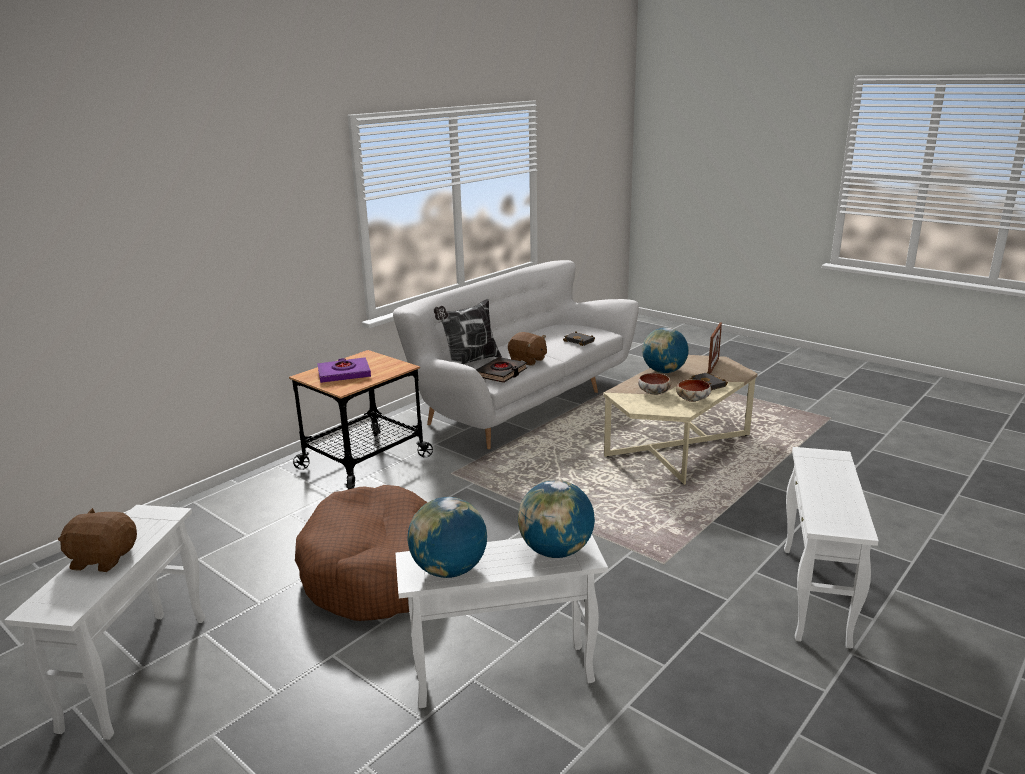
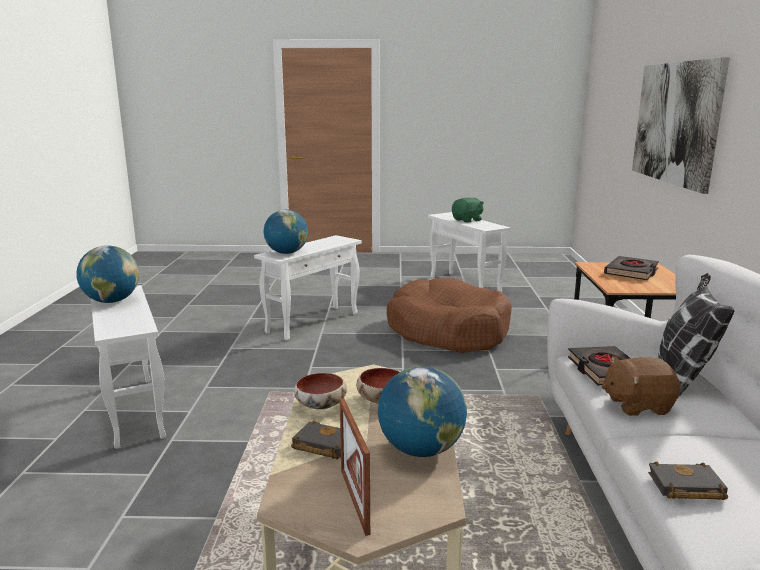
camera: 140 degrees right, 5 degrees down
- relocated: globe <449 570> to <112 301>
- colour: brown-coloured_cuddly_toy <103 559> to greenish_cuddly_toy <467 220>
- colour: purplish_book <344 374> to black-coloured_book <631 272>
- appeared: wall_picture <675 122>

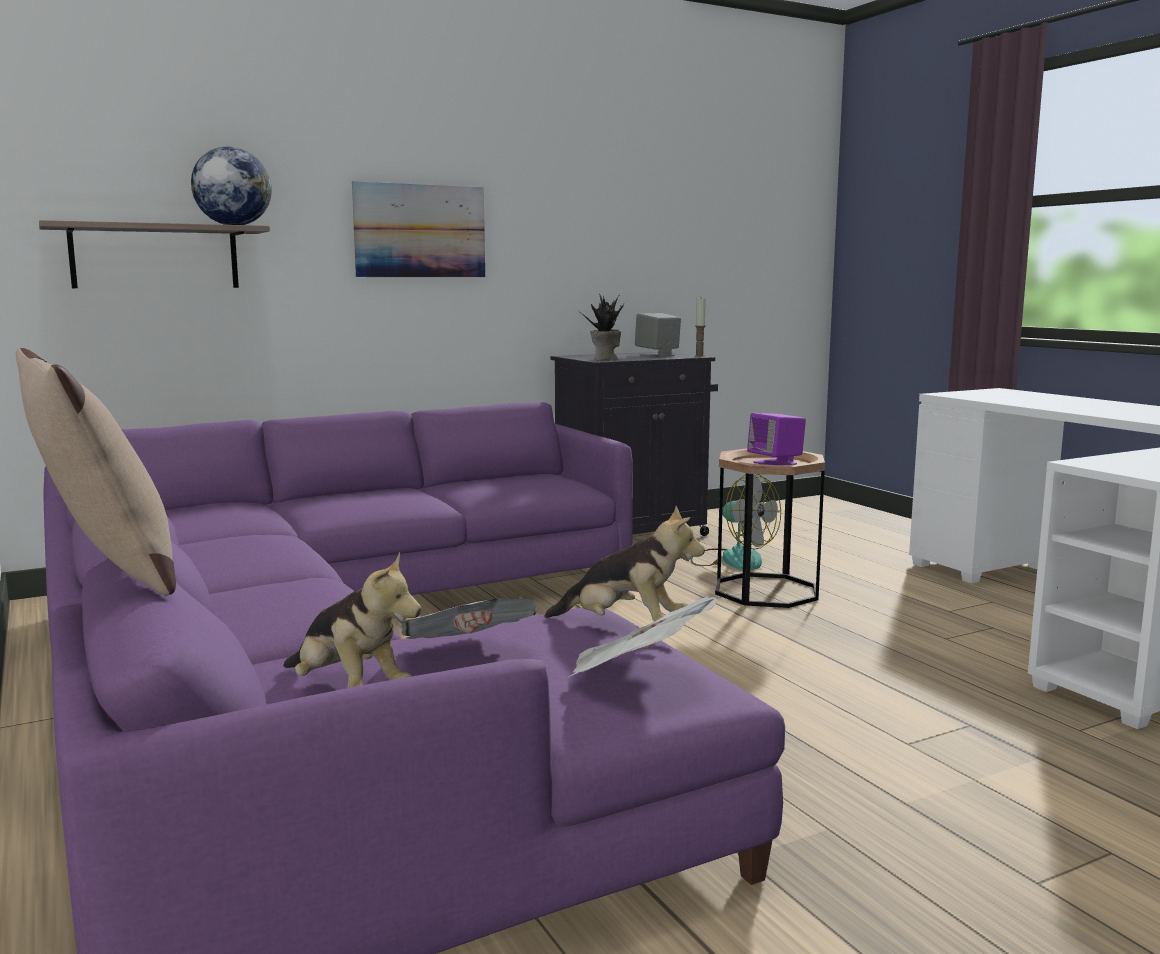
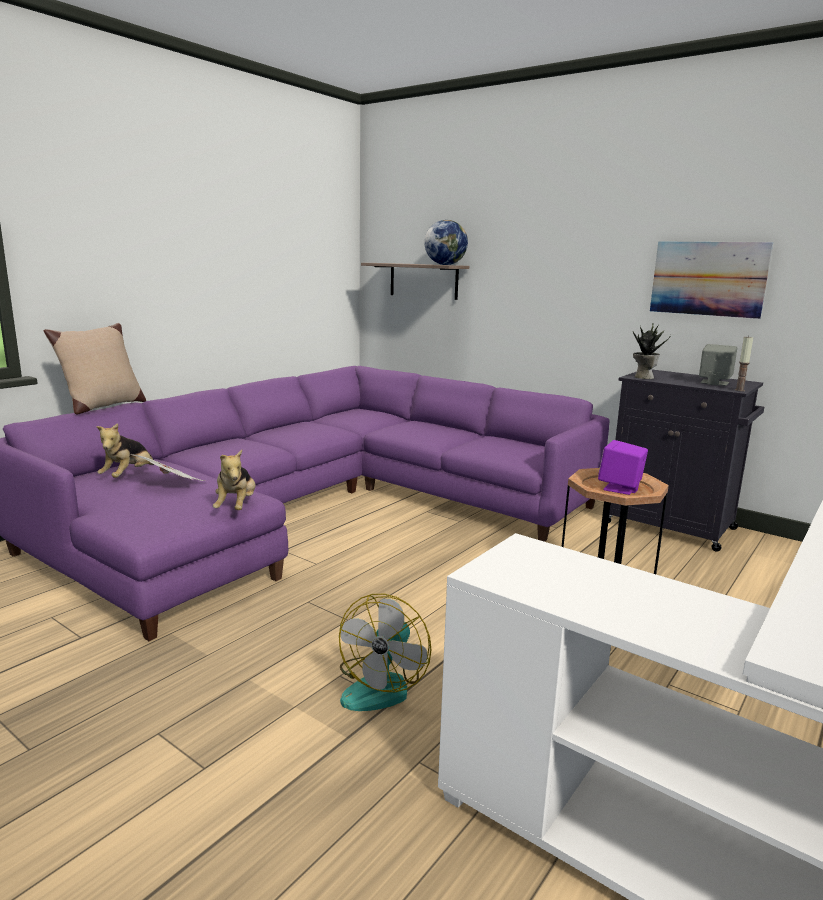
camera: 65 degrees right, 5 degrees up
- relocated: fan <732 559> to <382 685>
- relocated: wall_picture <420 231> to <708 278>
- missing: printed_paper <637 674>

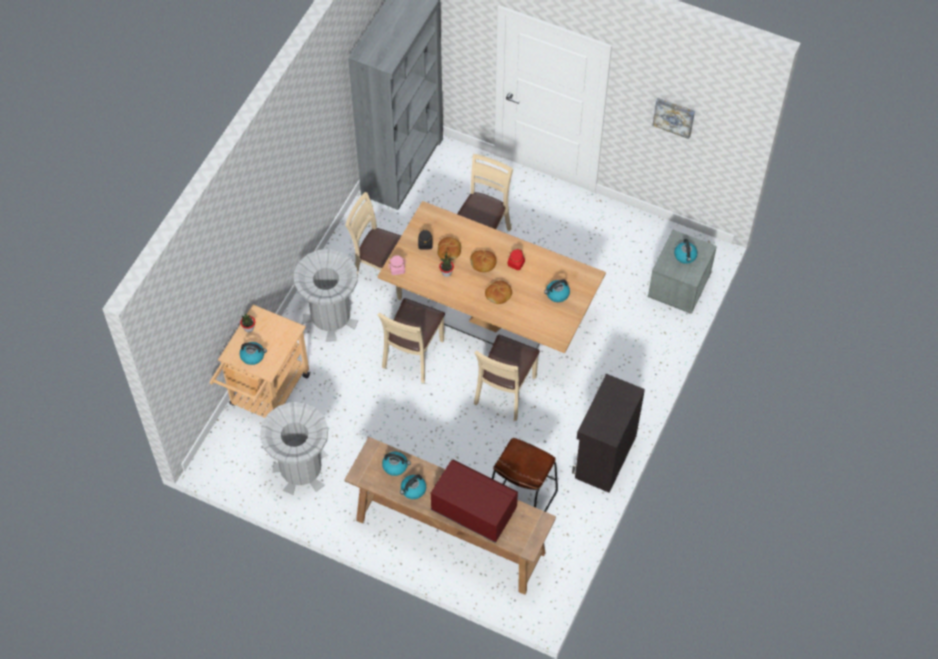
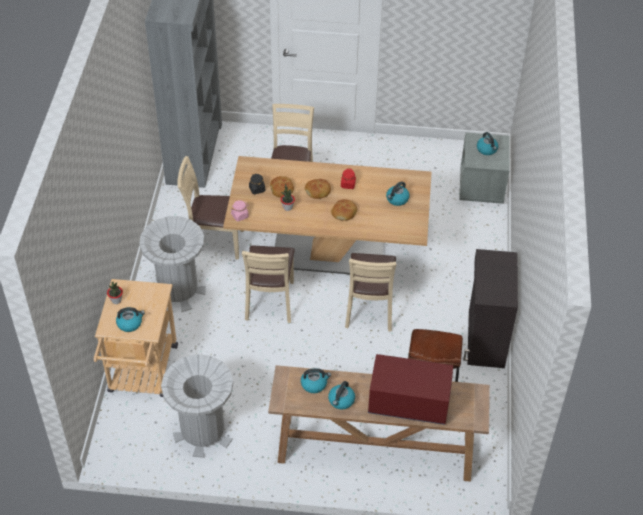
camera: 20 degrees left, 10 degrees down
- missing: wall_picture <674 116>

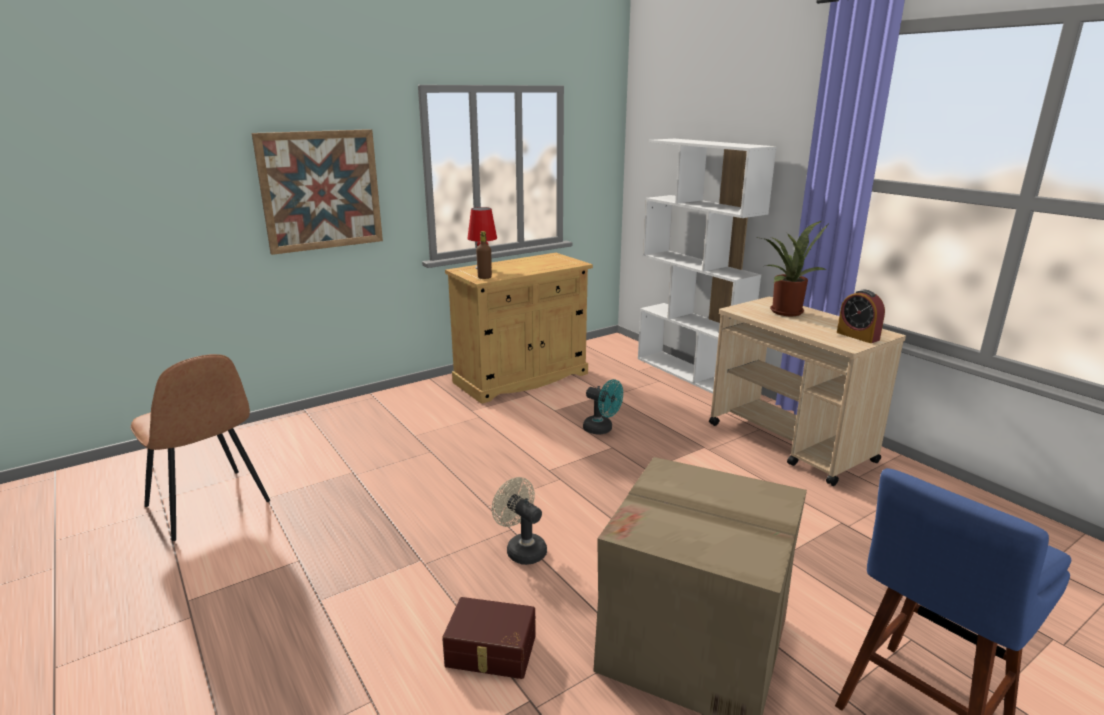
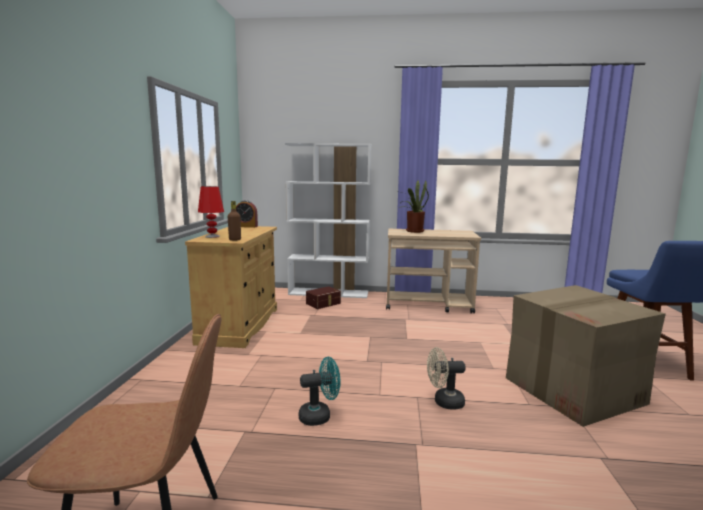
camera: 50 degrees left, 10 degrees down
- relocated: bedside_clock <857 336> to <246 226>
- relocated: turquoise_fan <602 429> to <320 416>
- relocated: brown-coloured_storage_box <490 652> to <323 303>
- missing: wall_picture <321 190>

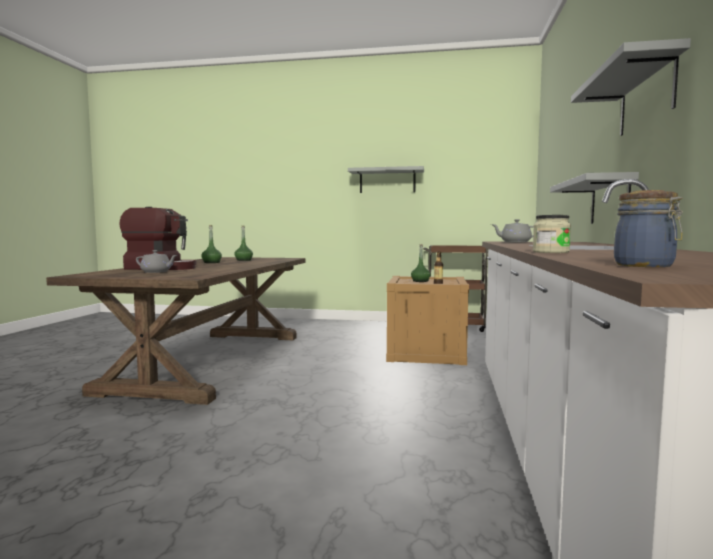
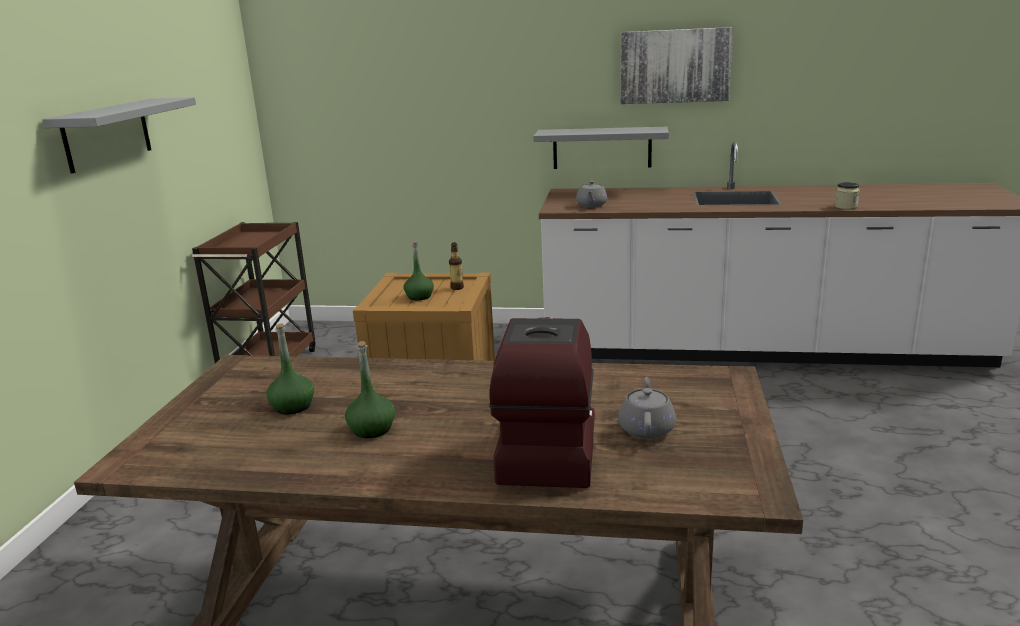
camera: 90 degrees left, 15 degrees up
- exchanged: grey_bracket_shelf <646 97> to wall_picture <675 66>
- missing: storage_jar <646 265>

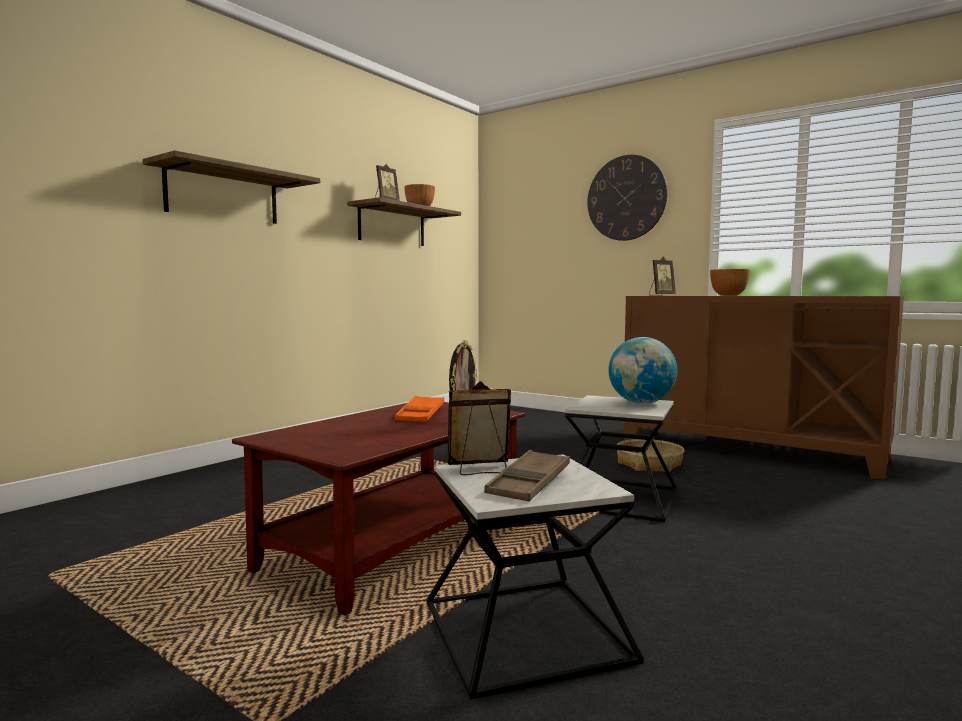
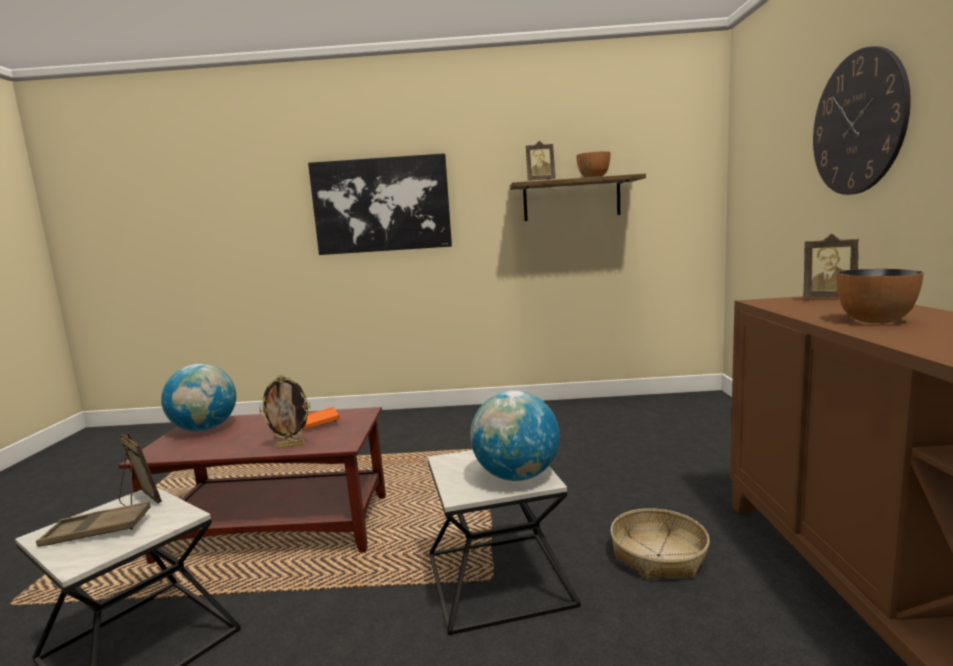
camera: 55 degrees right, 5 degrees up
- appeared: globe <205 429>
- exchanged: bracket_shelf <223 195> to wall_picture <381 205>

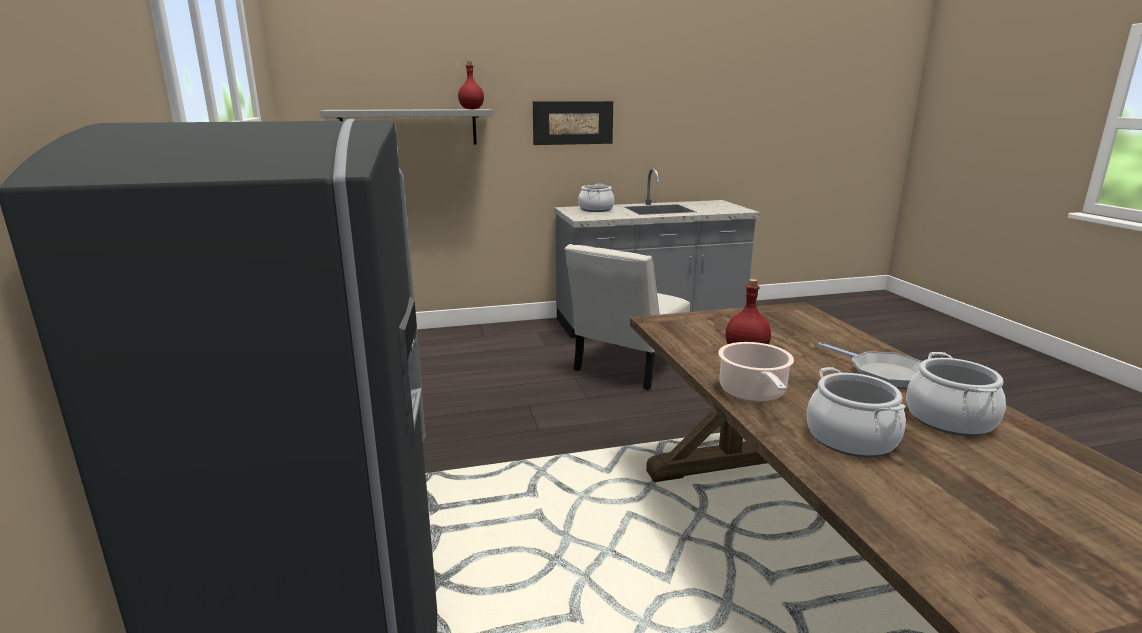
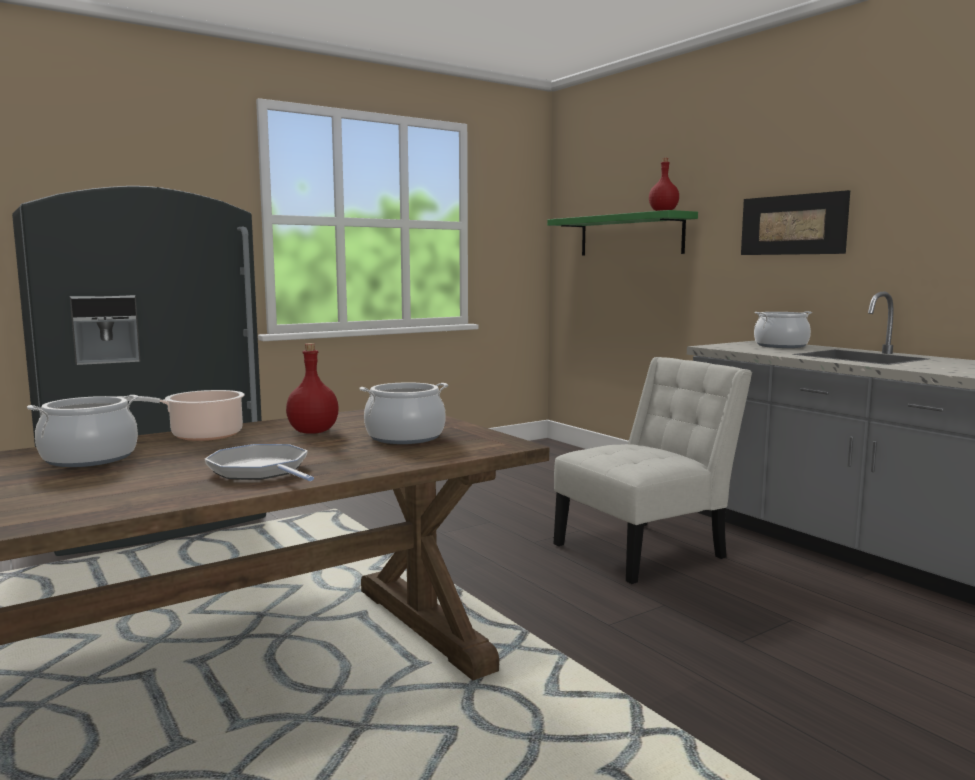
camera: 70 degrees right, 10 degrees down
- spun: pan <884 374> = <261 471> 105 degrees clockwise
- relocated: saucepot <949 419> to <405 437>
- colour: grey_bracket_shelf <409 127> to greenish_bracket_shelf <630 235>
- spun: white-coloured_chair <626 367> = <646 550> 135 degrees clockwise

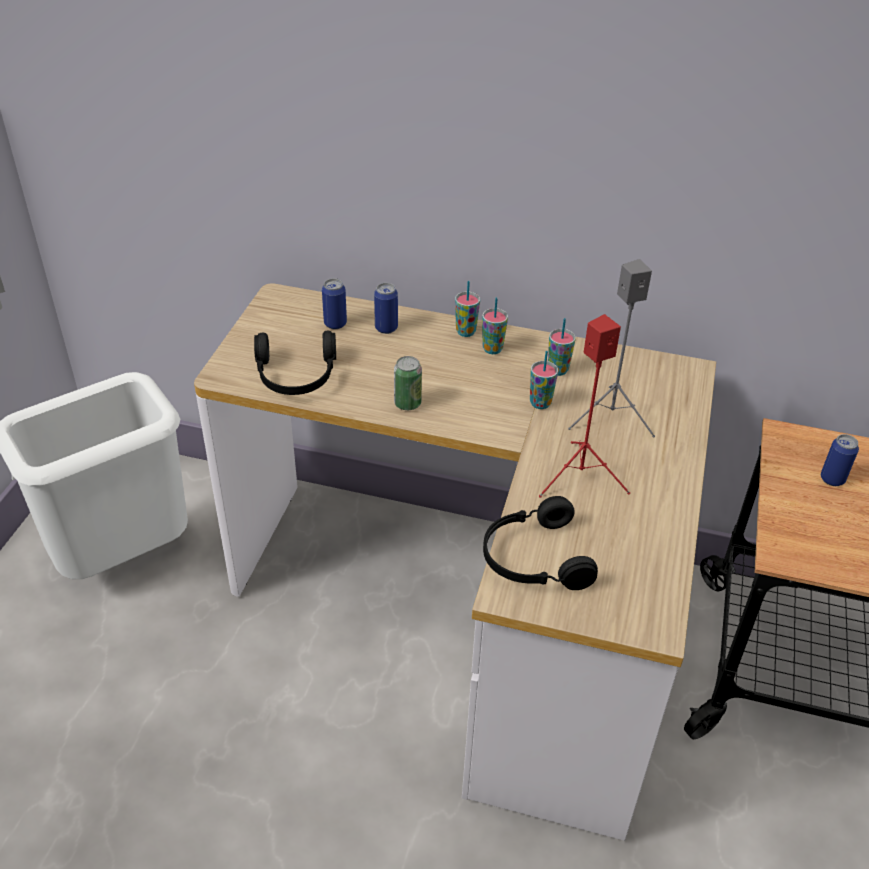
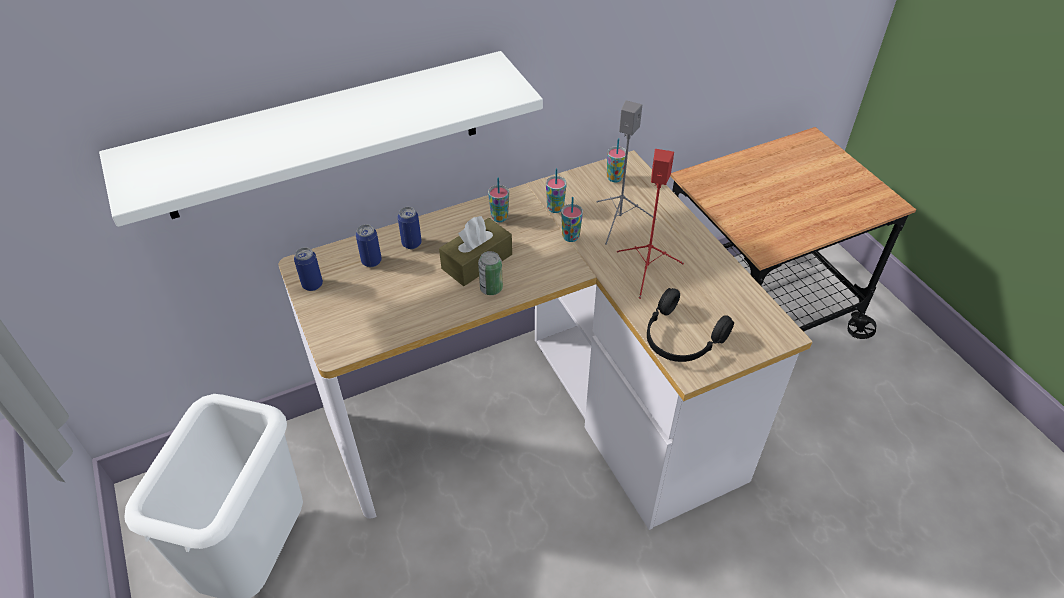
camera: 40 degrees left, 5 degrees up
- appeared: white-coloured_bracket_shelf <323 136>
- relocated: metal_can <832 479> to <312 284>
- appeared: brown-coloured_tissue_box <477 261>
- relocated: cup <465 332> to <614 178>
- missing: black-coloured_pair_of_headphones <296 376>

